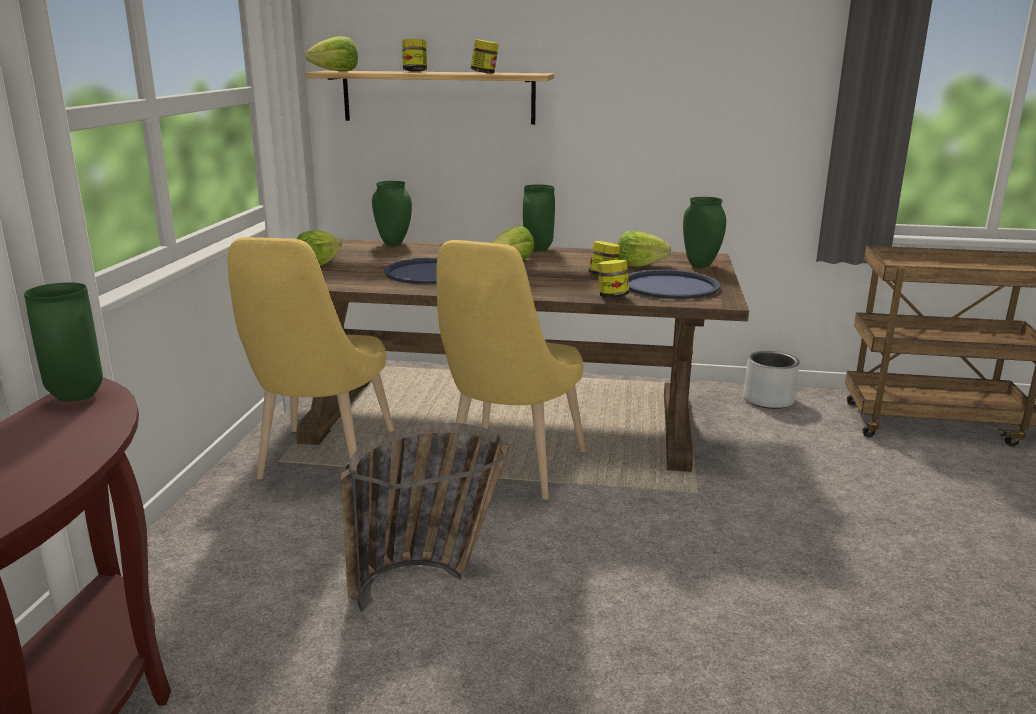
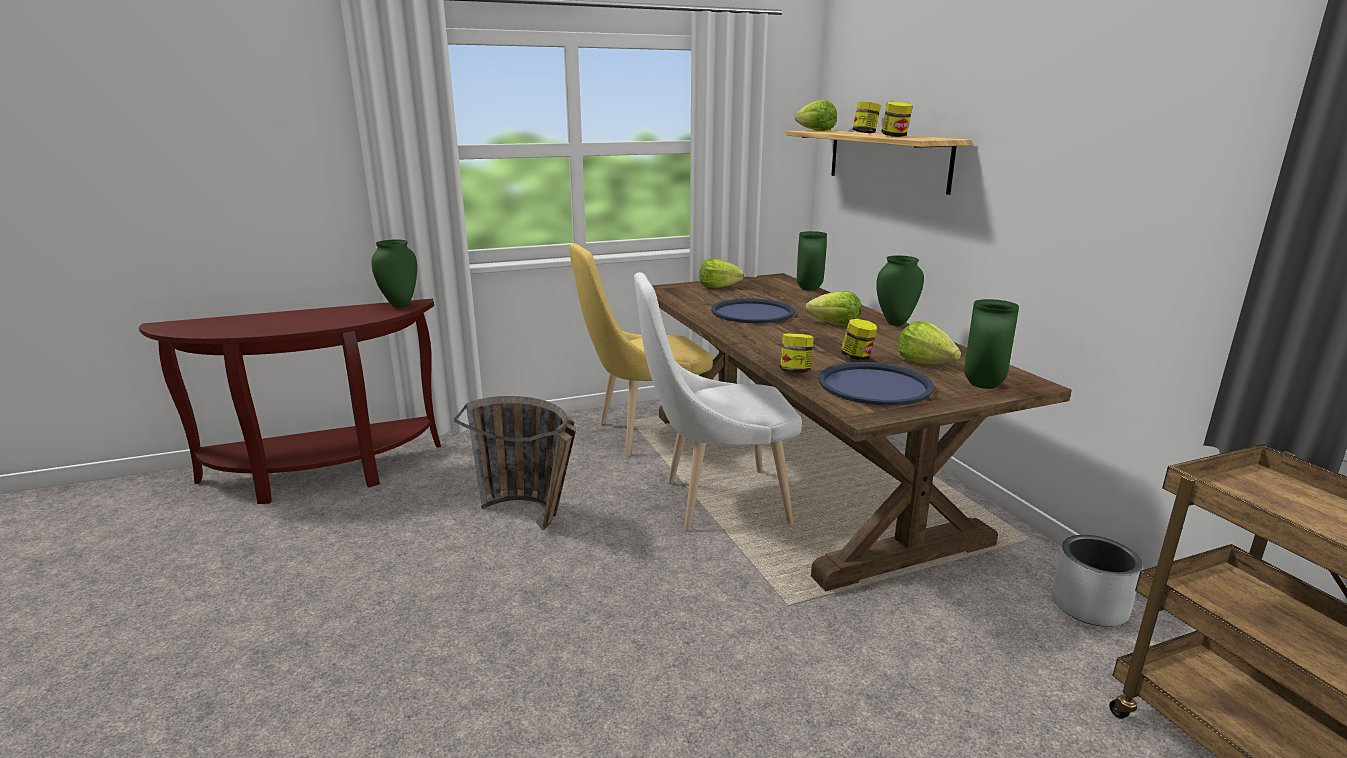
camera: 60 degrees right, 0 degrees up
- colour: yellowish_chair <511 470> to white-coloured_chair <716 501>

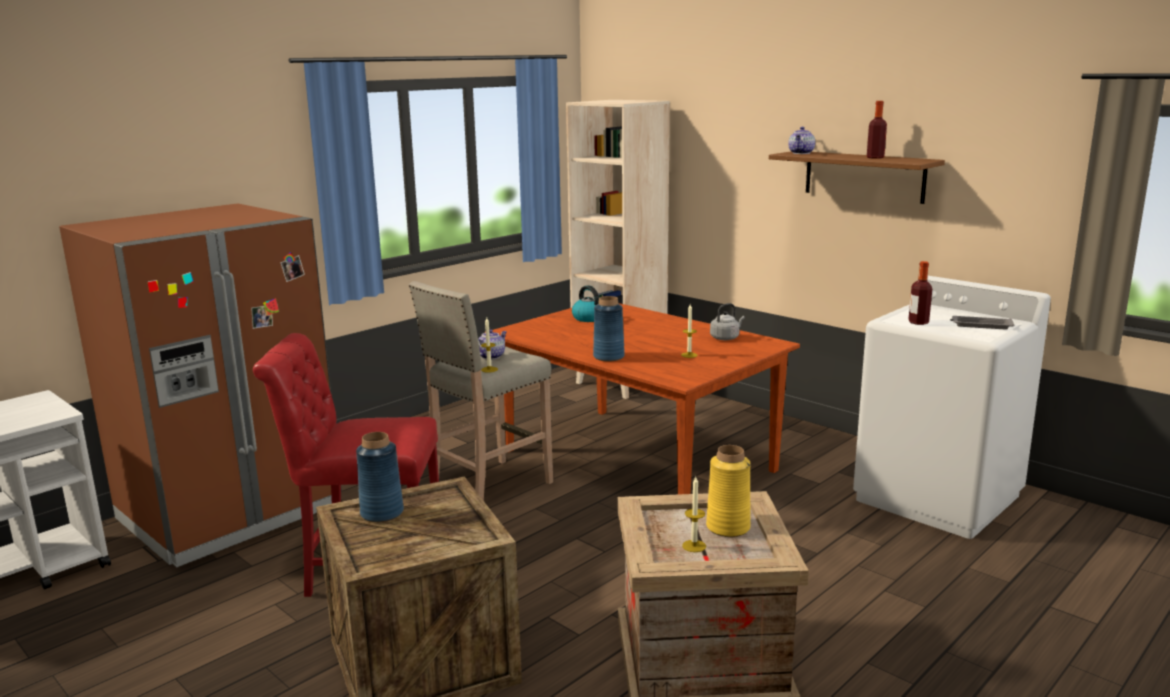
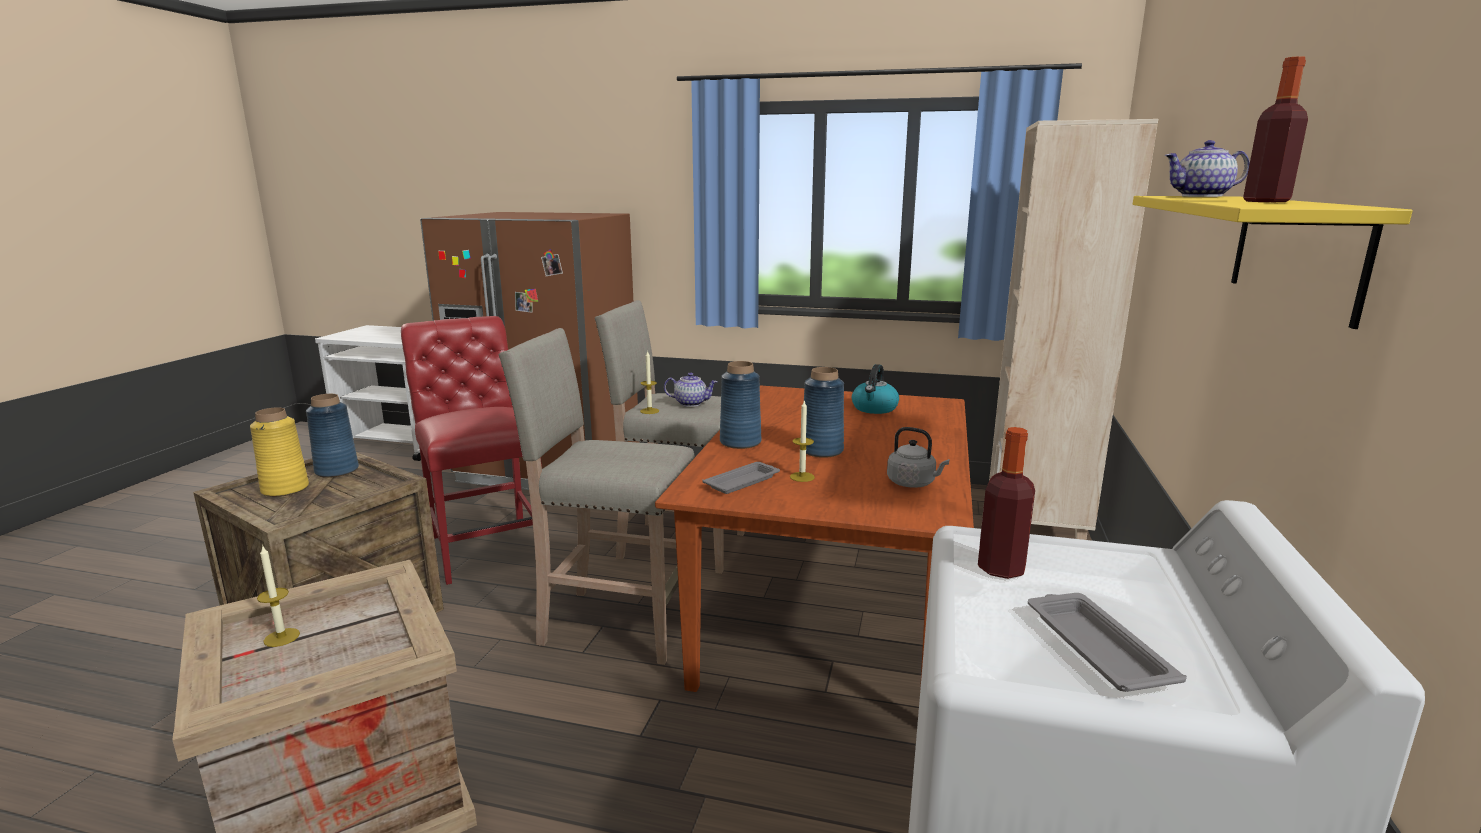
camera: 60 degrees right, 0 degrees up
- relocated: yellowish_vase <727 527> to <285 489>
- appeared: beige-coloured_stool_seat <615 624>
- appeared: grey_tray <743 482>
- appeared: blue-coloured_vase <821 450>
- colour: brown-coloured_bracket_shelf <864 176> to yellowish_bracket_shelf <1295 252>

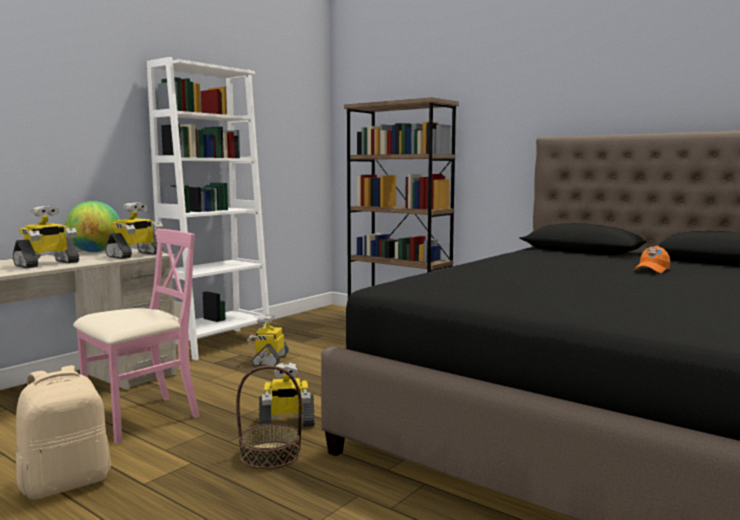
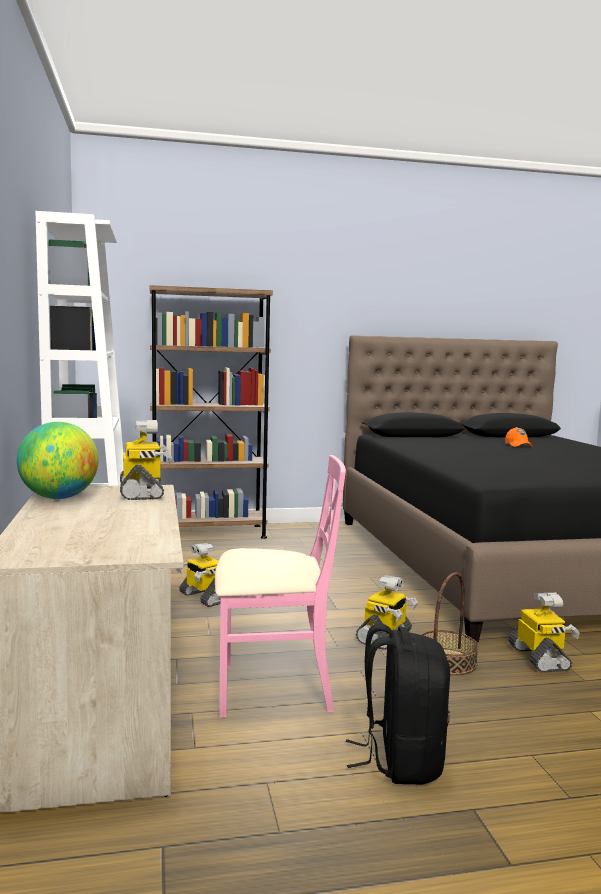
camera: 50 degrees left, 0 degrees up
- spun: pink-coloured_chair <141 418> = <273 689> 90 degrees clockwise
- colour: beige-coloured_knapsack <66 483> to black-coloured_knapsack <400 760>
- relocated: model_robot <47 264> to <540 658>

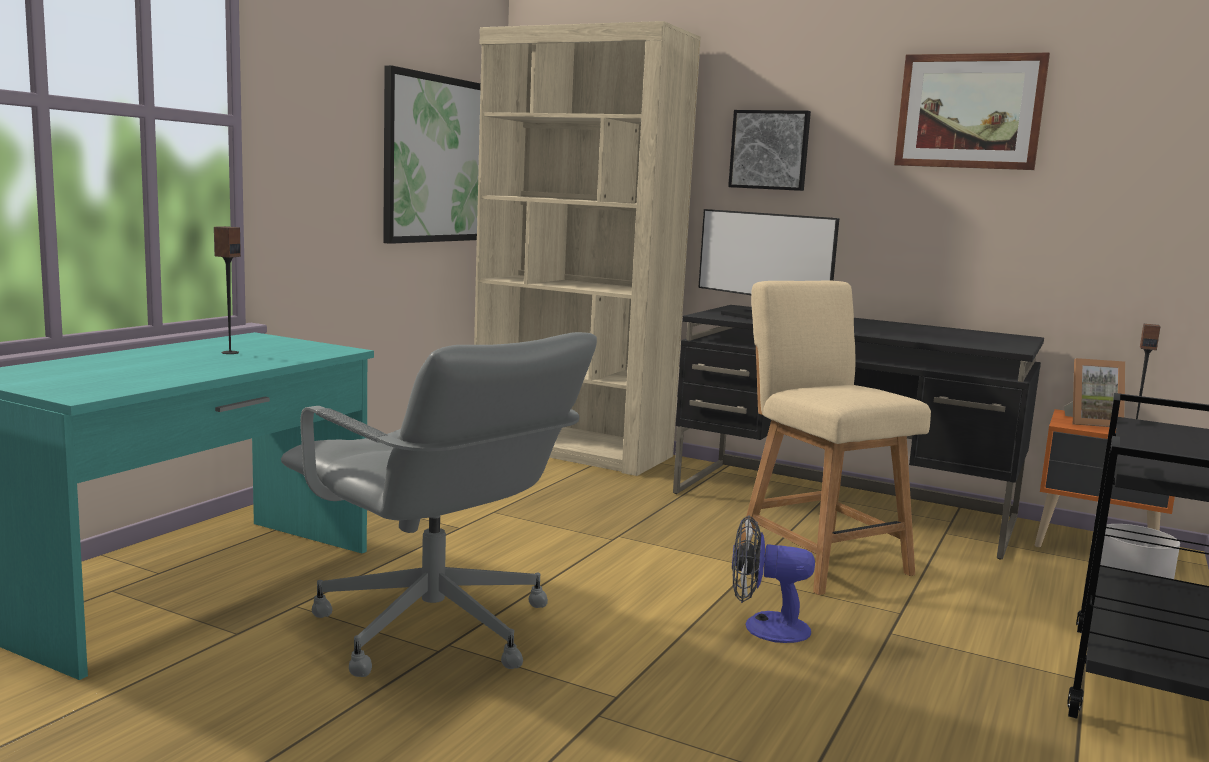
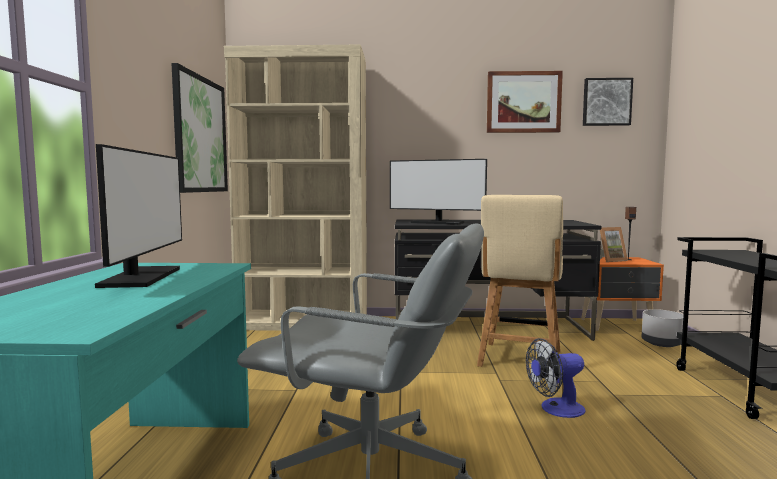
camera: 25 degrees left, 5 degrees down
- exchanged: audio_speaker <229 352> to computer_screen <141 277>
- spun: beige-coloured_chair <818 559> = <519 360> 105 degrees counterclockwise
- relocated: wall_picture <770 150> to <606 102>

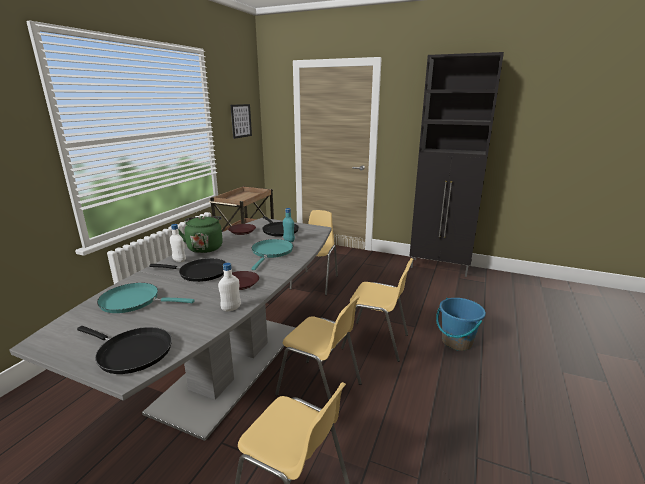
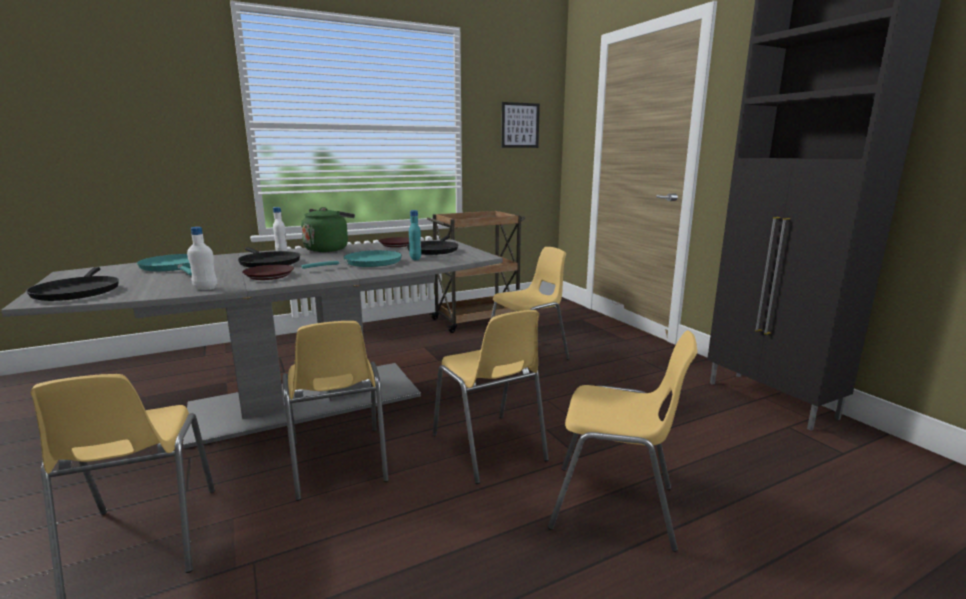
camera: 40 degrees right, 5 degrees down
- exchanged: blue-coloured_pail <456 342> to yellowish_chair <614 507>

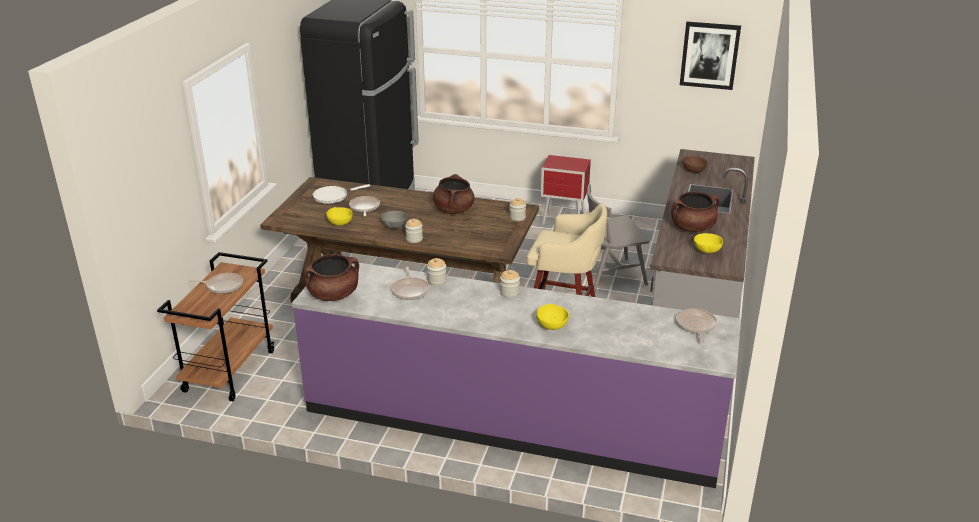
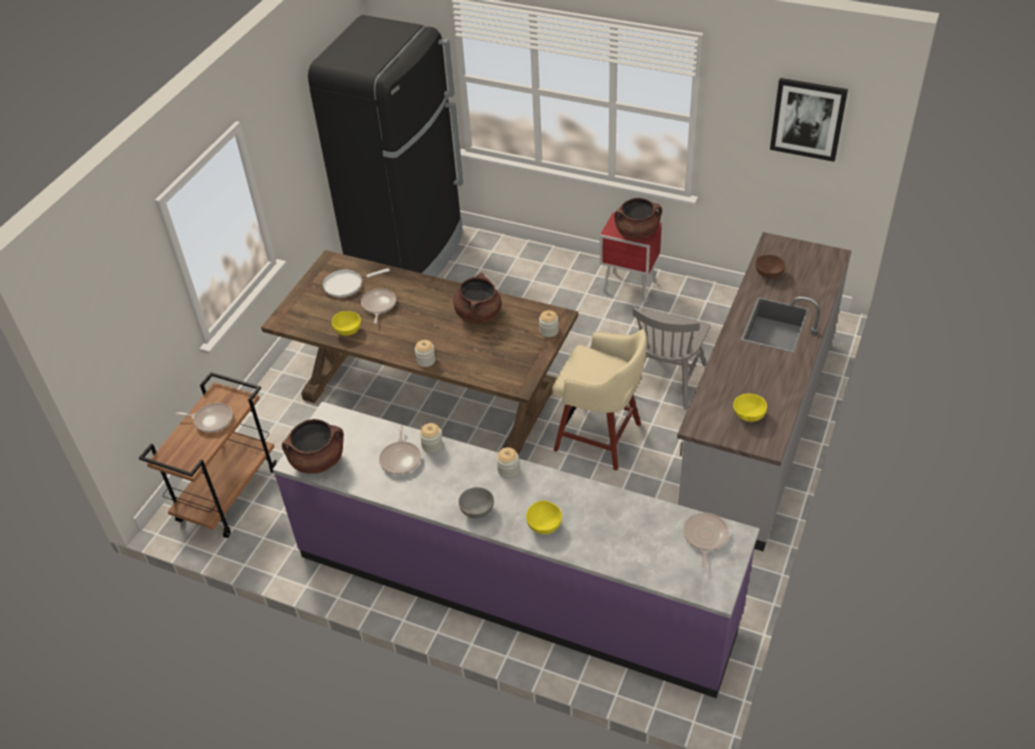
camera: 10 degrees right, 15 degrees up
- relocated: grey_bowl <393 227> to <476 511>
- relocated: brown-coloured_saucepot <692 227> to <637 232>
- spun: grey_chair <611 276> = <667 379> 60 degrees counterclockwise

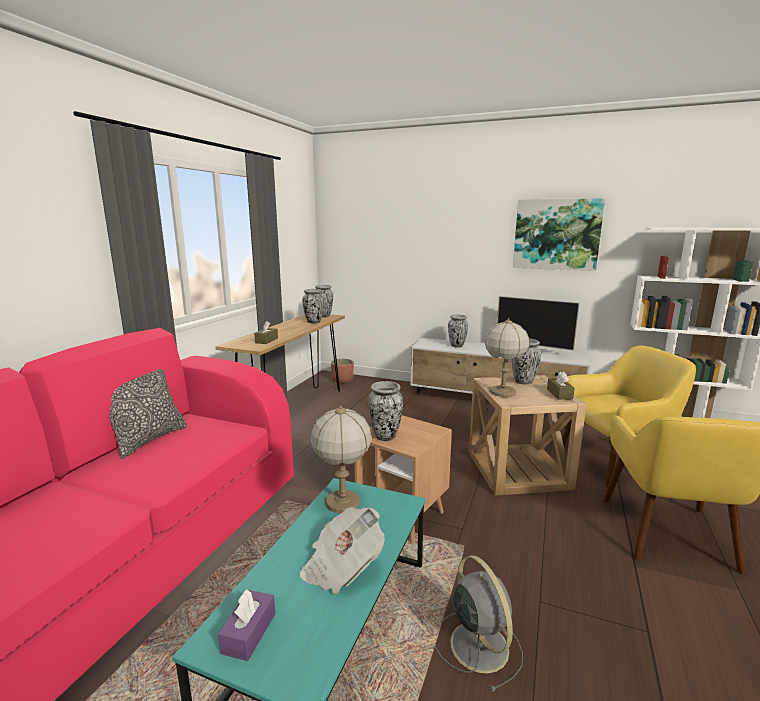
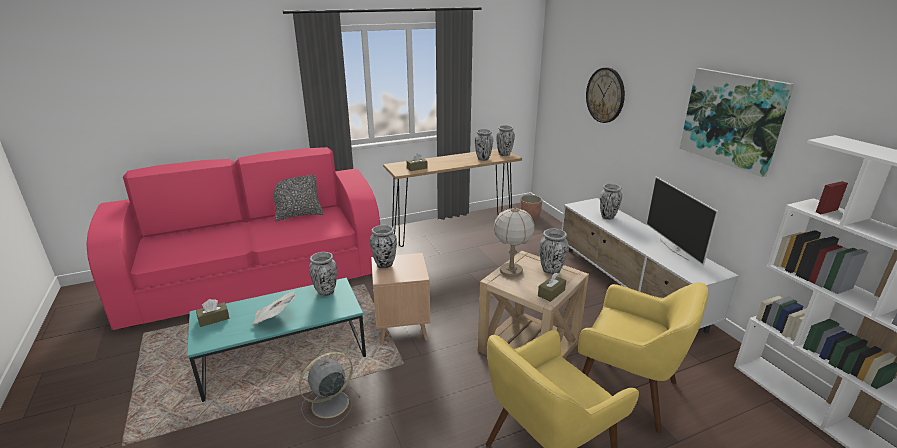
camera: 45 degrees right, 10 degrees up
- colour: purplish_tissue_box <249 633> to brown-coloured_tissue_box <214 319>
- spun: grey_fan <477 644> = <328 405> 150 degrees counterclockwise
- exchanged: tabletop_lamp <343 502> to vase <326 292>
- appeared: wall_clock <605 95>

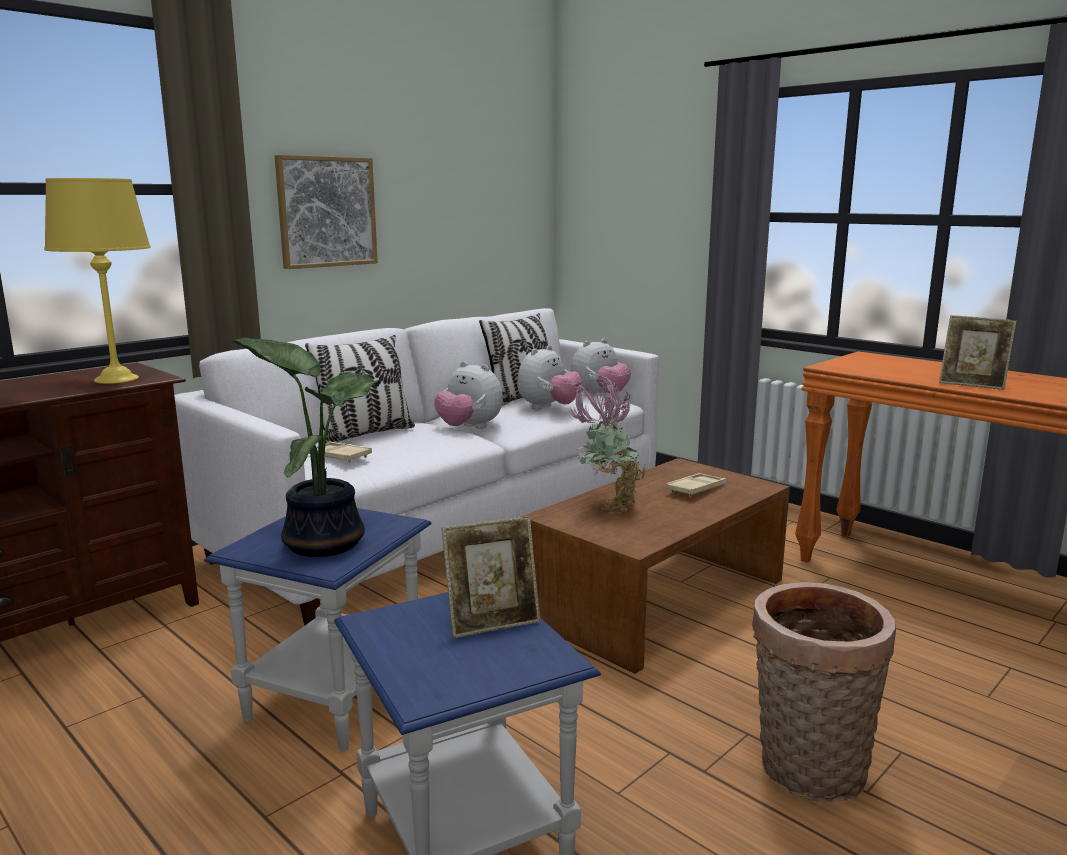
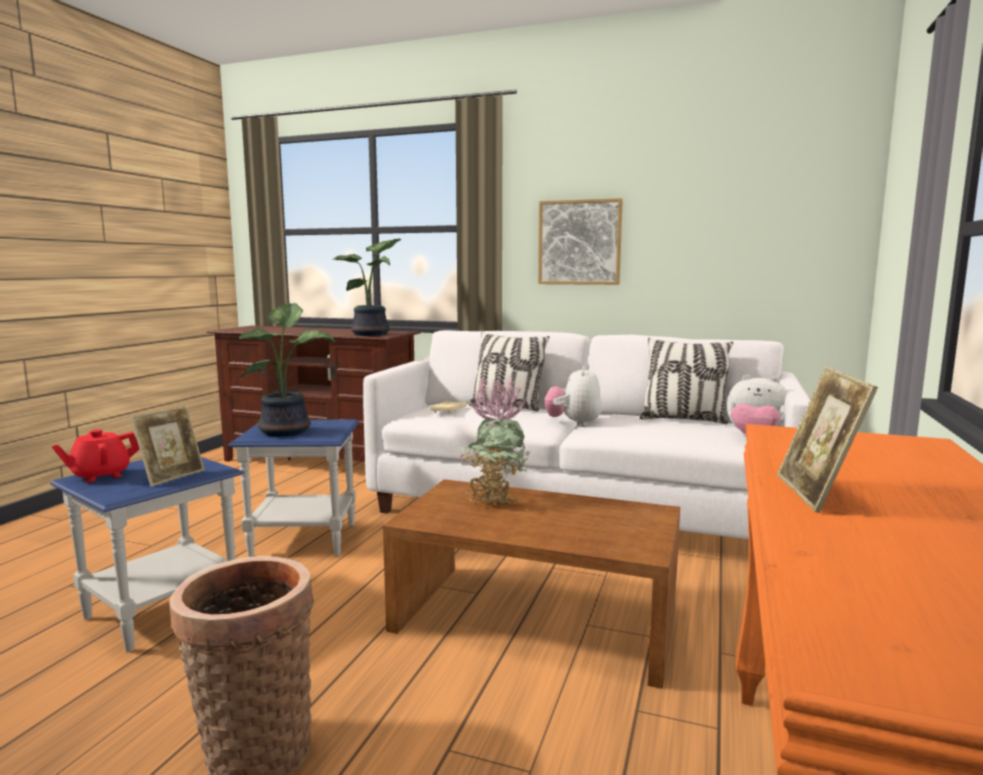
camera: 65 degrees right, 5 degrees down
- appeared: red_pot_for_tea <100 475>
- spun: photo_frame <492 622> = <172 476> 105 degrees counterclockwise
- exchanged: yellowish_tabletop_lamp <117 379> to potted_plant <373 334>
- missing: cuddly_toy <548 408>
- missing: beige-coloured_tray <696 489>

